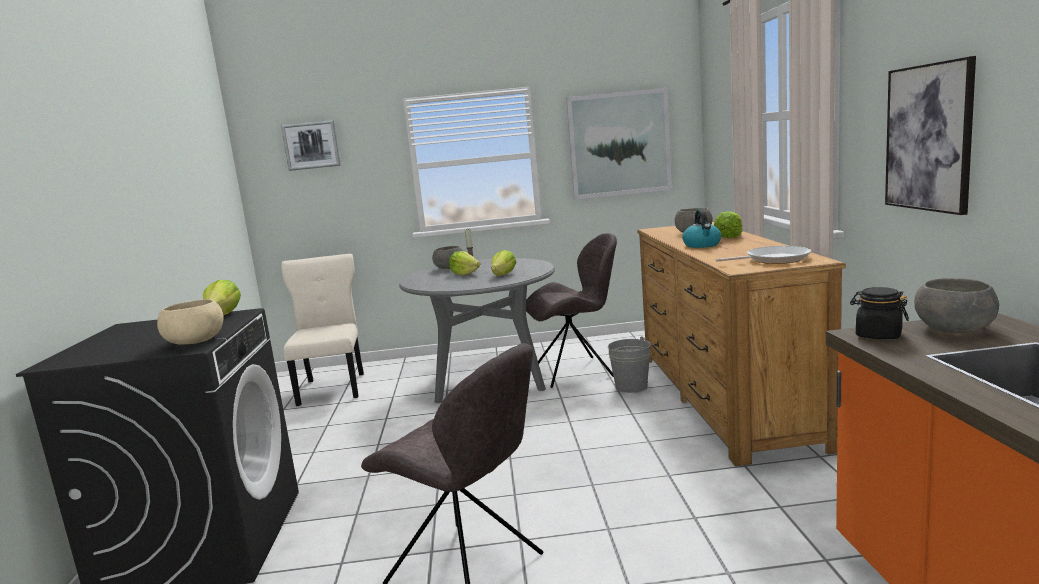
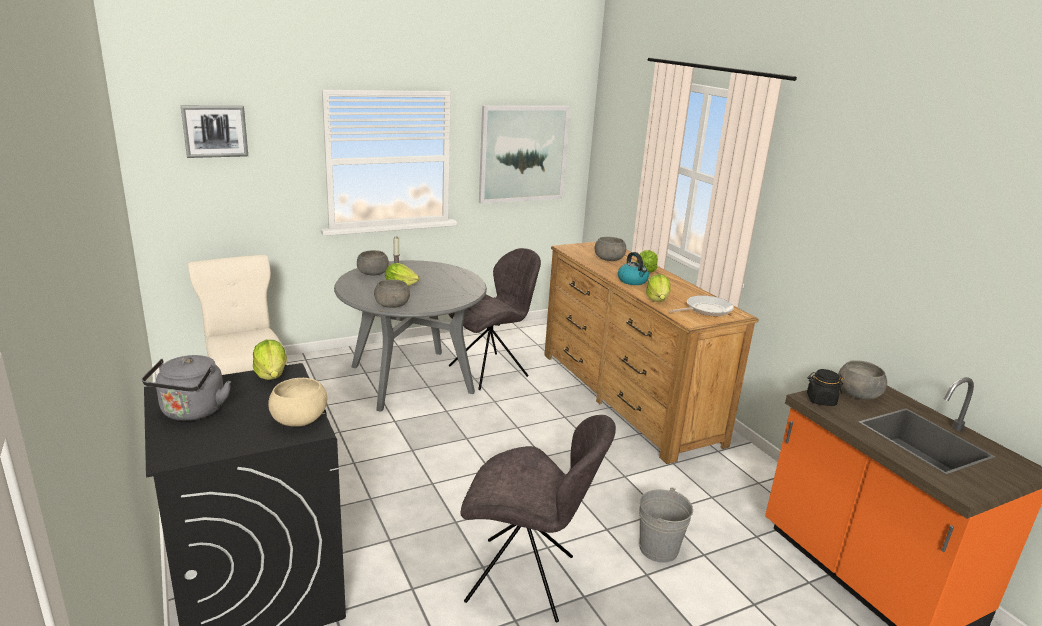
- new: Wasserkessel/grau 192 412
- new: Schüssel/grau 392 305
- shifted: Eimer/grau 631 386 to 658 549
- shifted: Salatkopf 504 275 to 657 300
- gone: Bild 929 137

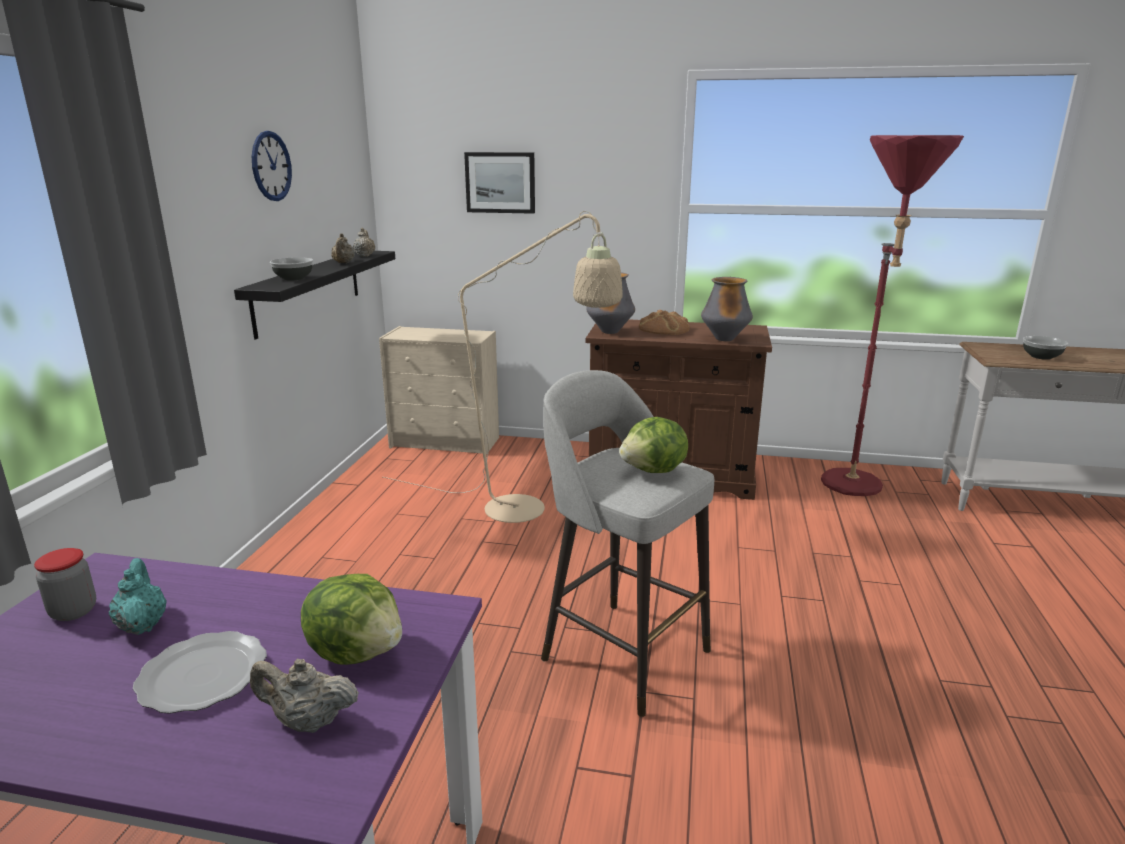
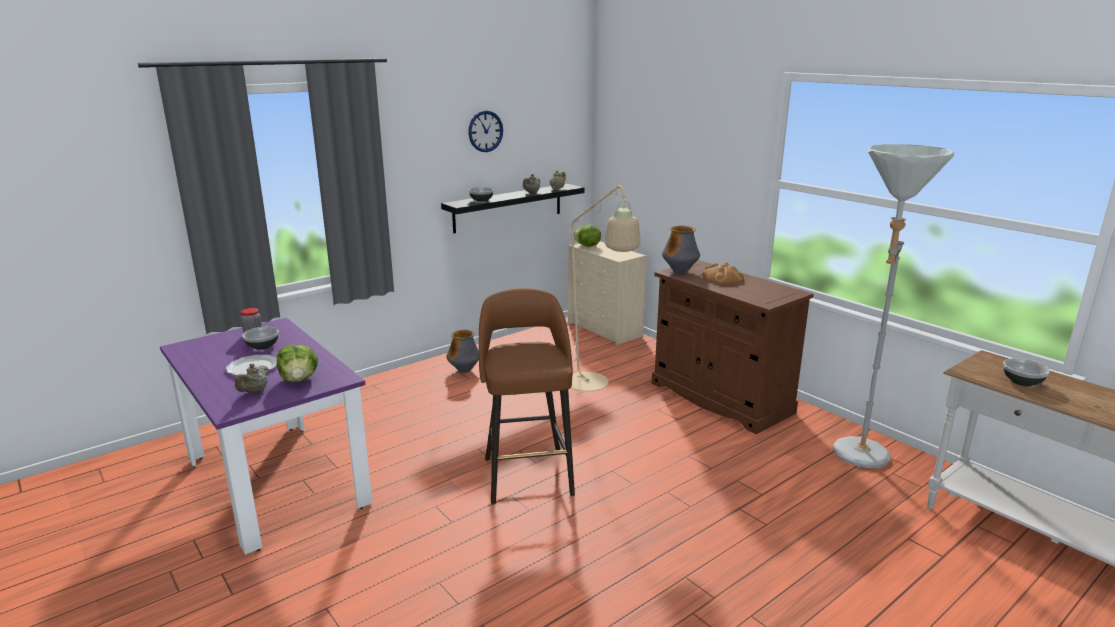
- rotated: Teekanne/beige 307 721 = 255 392 120 degrees counterclockwise
- swapped: Teekanne/türkis 142 624 to Schüssel 262 346
- shifted: Vase 724 339 to 464 370
- repainted: Hocker/grau 621 652 to Hocker/braun 527 474
- shifted: Salatkopf 654 471 to 587 246
- repainted: Stehlampe/rot 856 490 to Stehlampe/grau 857 459
- gone: Bild 500 182

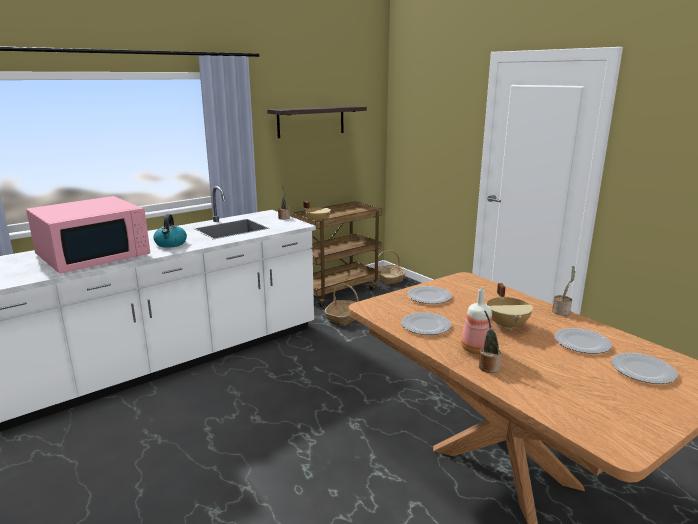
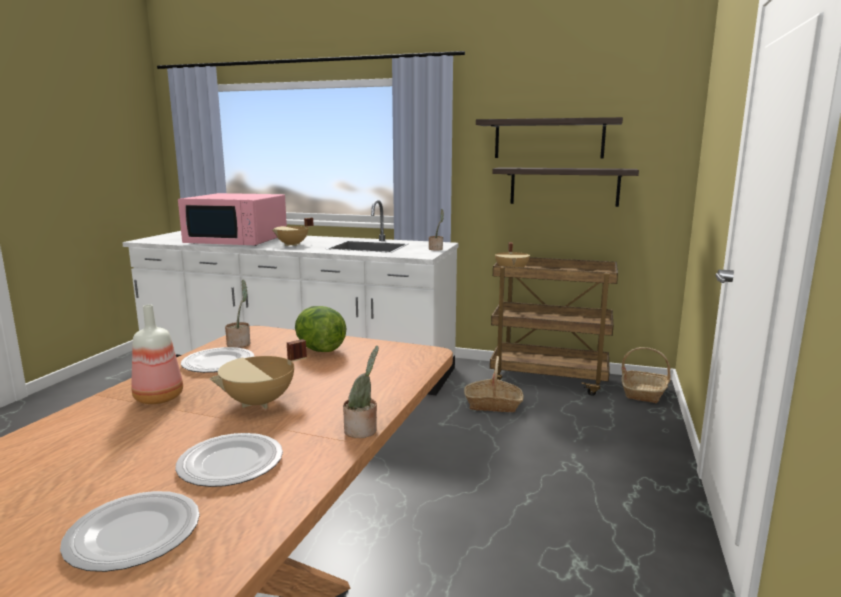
- shifted: Topfpflanze 488 367 to 240 344
- swapped: Wasserkessel 171 244 to Kochtopf/beige 292 245
- swapped: Teller 429 297 to Salatkopf 319 349
- new: Wandregal 564 186

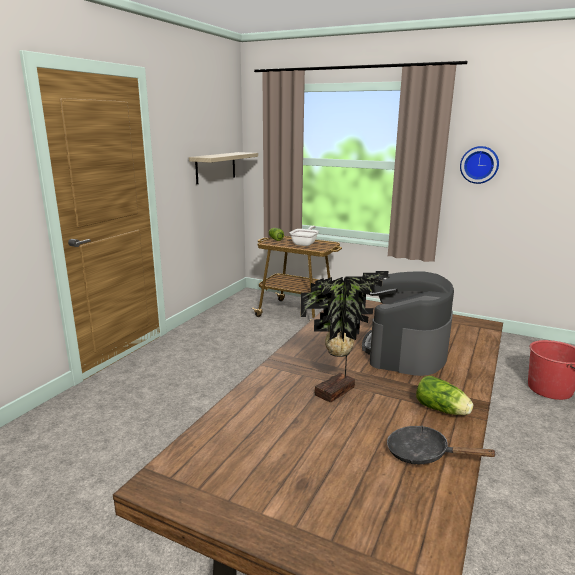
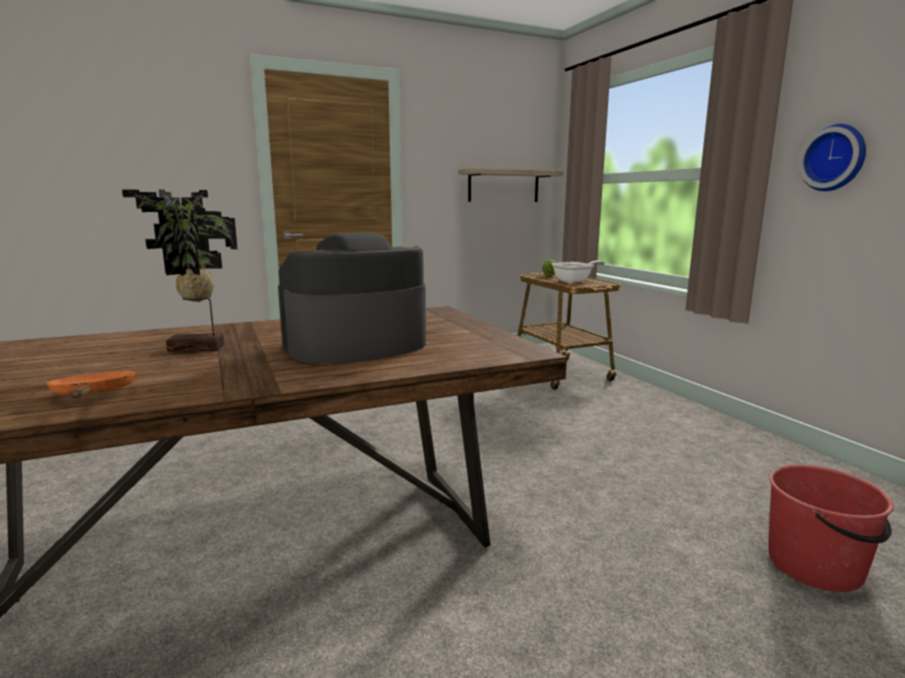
- repainted: Pfanne/schwarz 423 454 to Pfanne/orange 94 395
- gone: Salatkopf 443 410

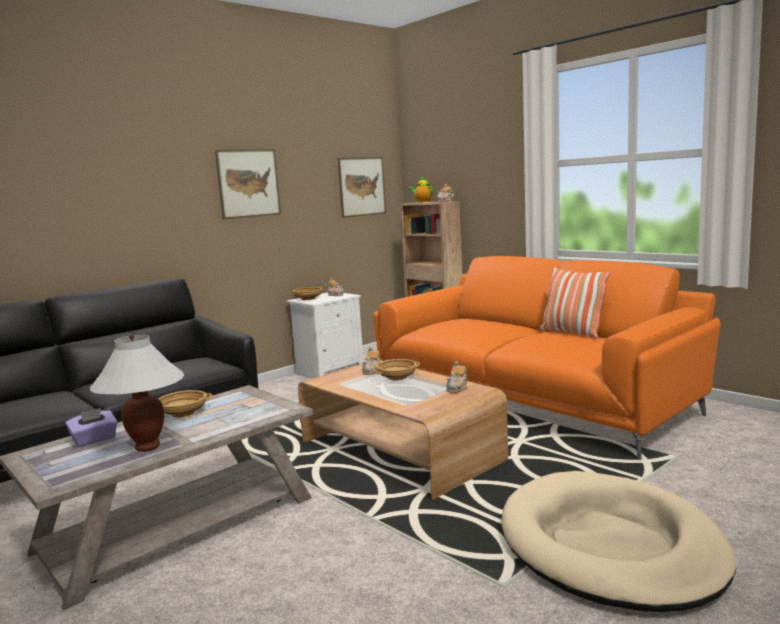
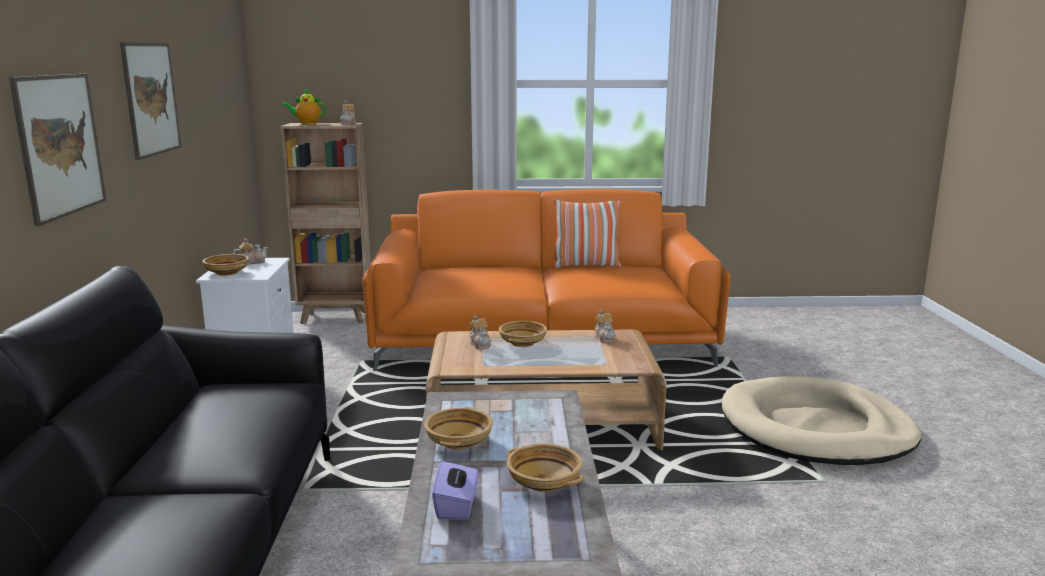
- shifted: Bild 362 186 to 60 145
- swapped: Tischlampe/weiß 148 447 to Schüssel/beige 545 483

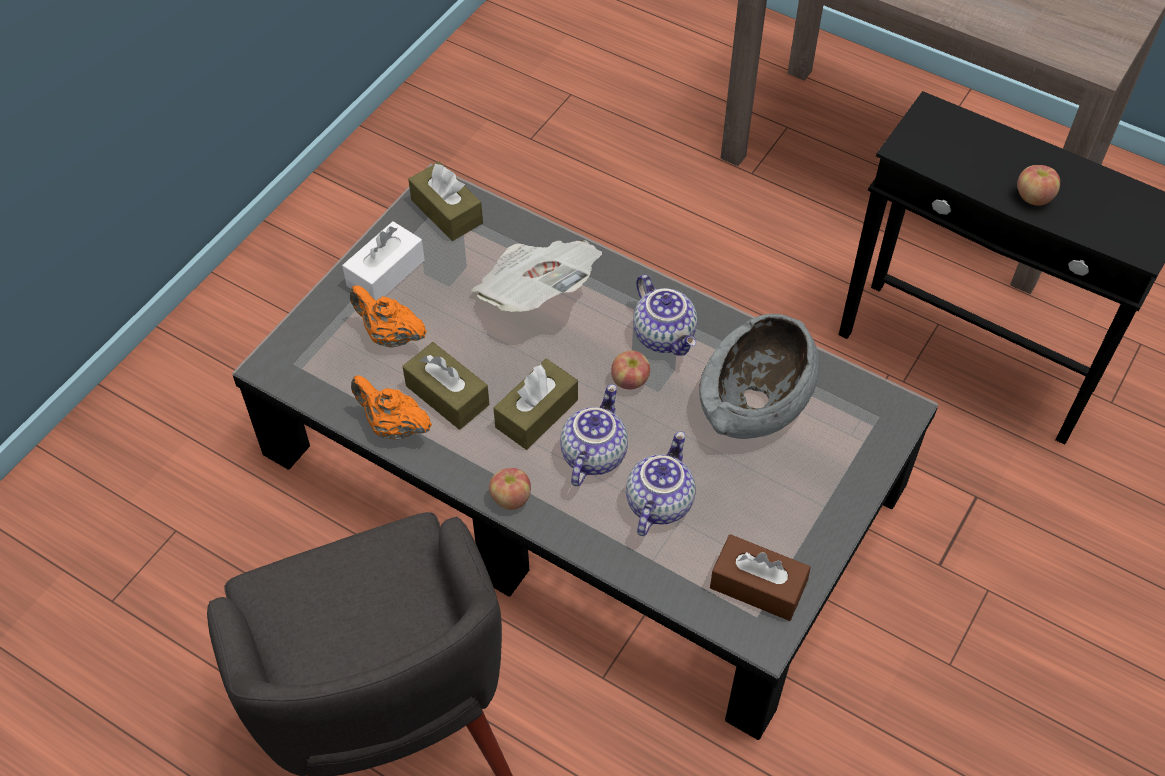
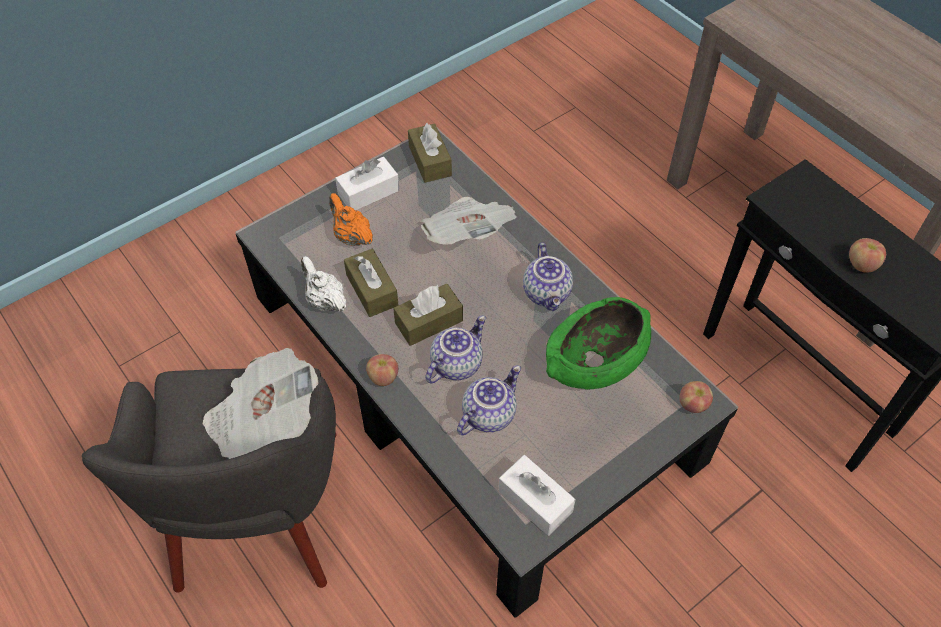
- new: Zeitung 264 423
- repainted: Teekanne/orange 393 426 to Teekanne/weiß 325 301
- repainted: Taschentuchbox/braun 757 586 to Taschentuchbox/weiß 535 501
- repainted: Schüssel/grau 757 399 to Schüssel/grün 596 360
- shifted: Apfel 630 380 to 693 404

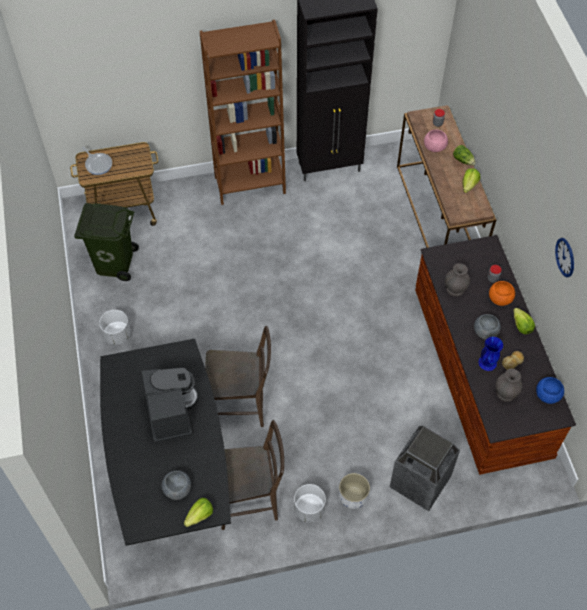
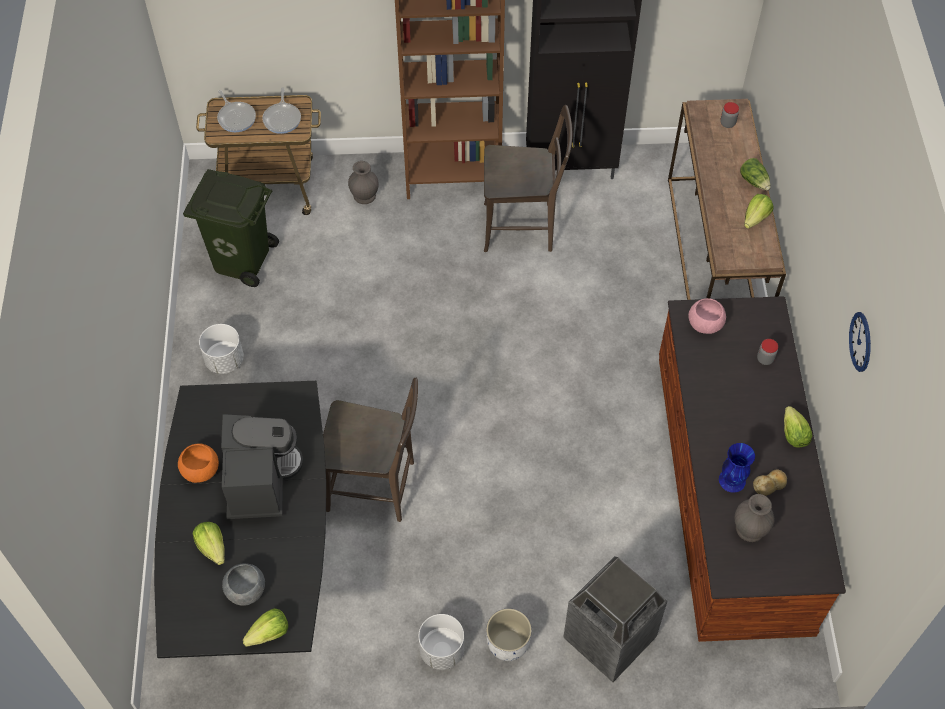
- shifted: Schüssel/orange 500 298 to 200 470
- new: Salatkopf 212 547
- new: Pfanne 282 118
- shifted: Vase/grau 455 289 to 365 196
- shifted: Stuhl/braun 250 500 to 523 227
- shifted: Schüssel/rosa 434 147 to 705 324
- gone: Schüssel/grau 485 332
- gone: Schüssel/blau 548 395

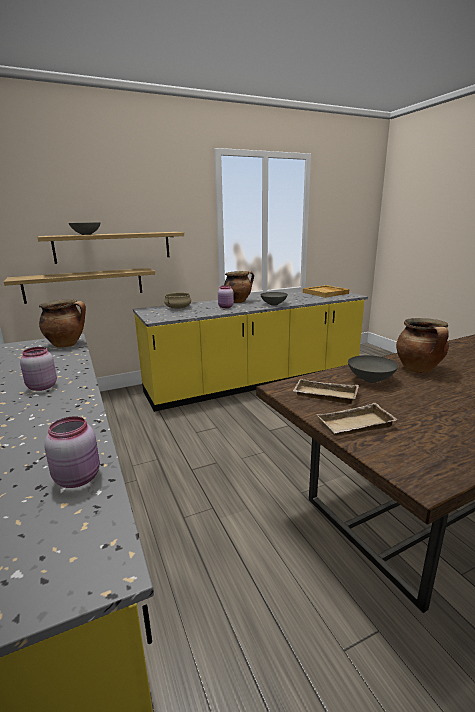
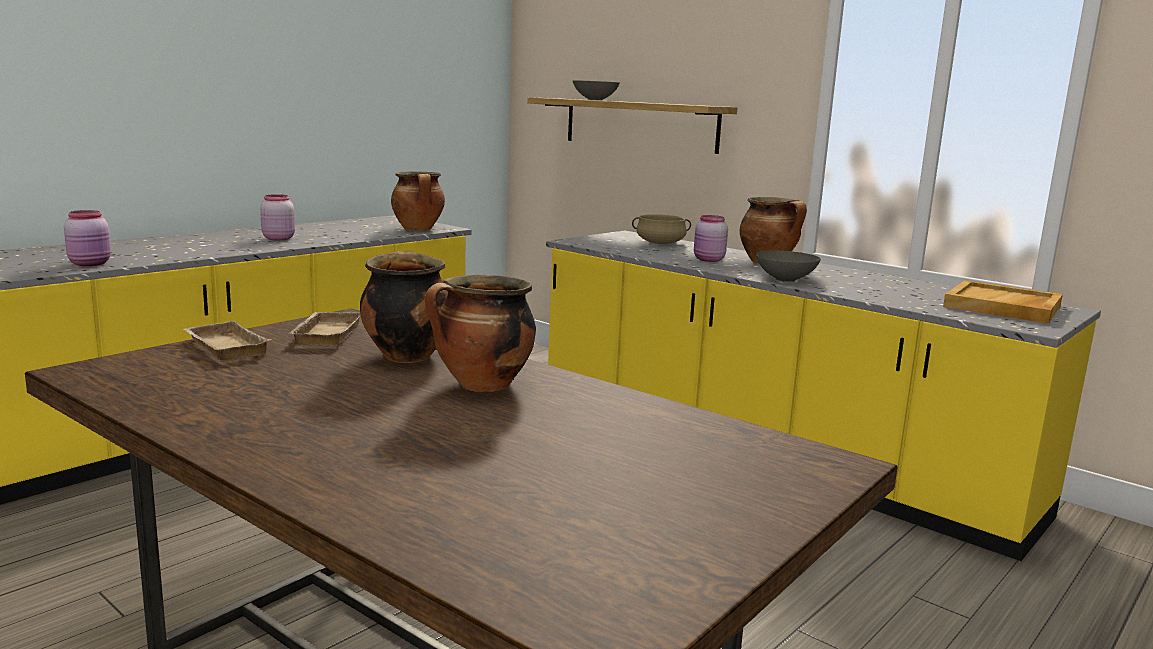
- swapped: Schüssel/grau 370 380 to Kochtopf 406 355
- gone: Wandregal 84 285

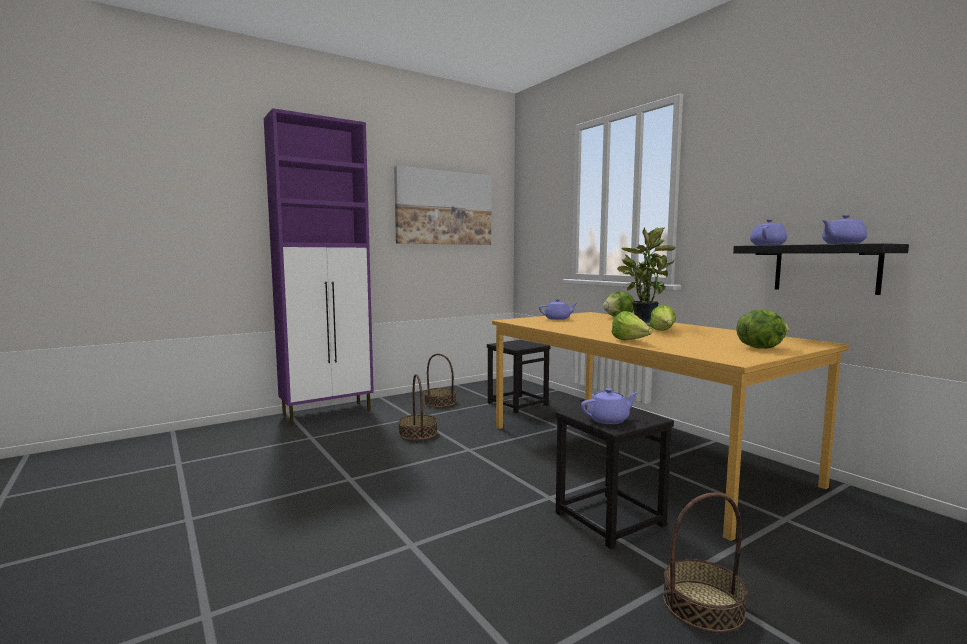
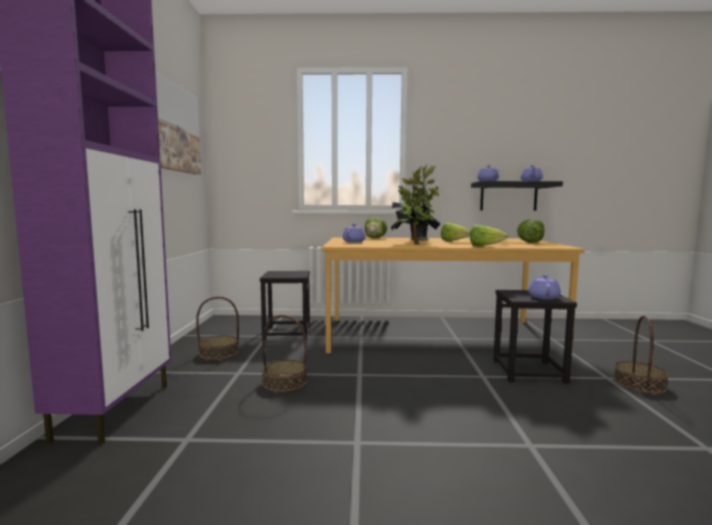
- new: Topfpflanze 413 243

